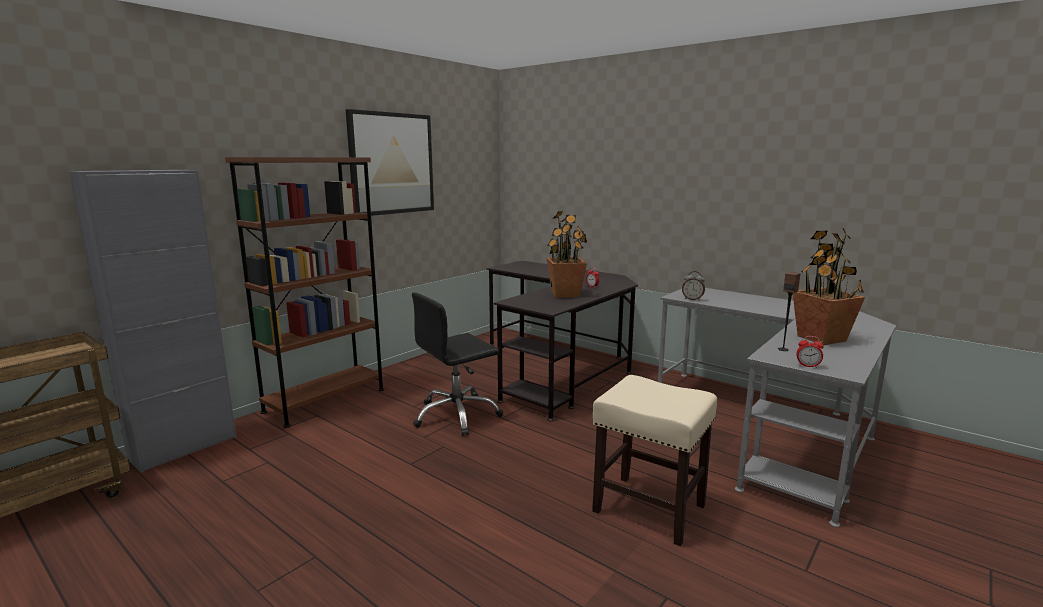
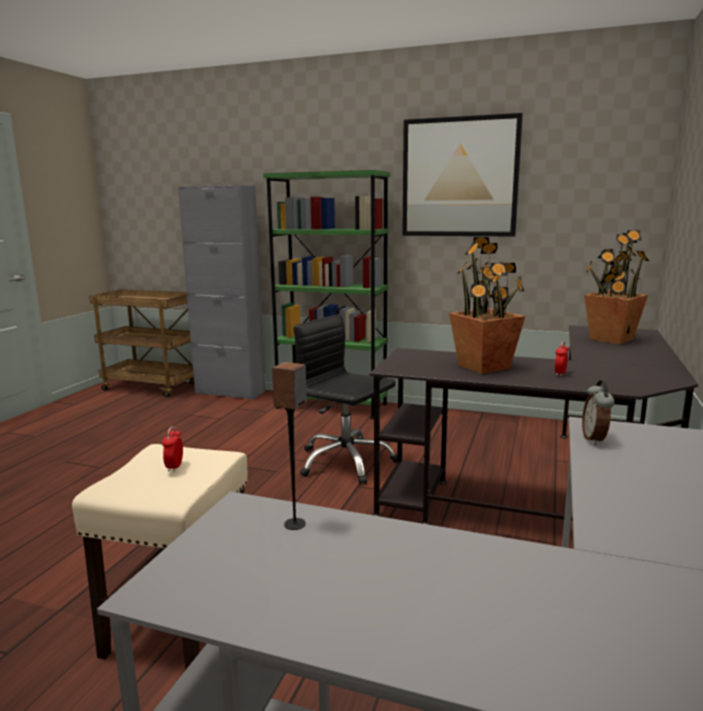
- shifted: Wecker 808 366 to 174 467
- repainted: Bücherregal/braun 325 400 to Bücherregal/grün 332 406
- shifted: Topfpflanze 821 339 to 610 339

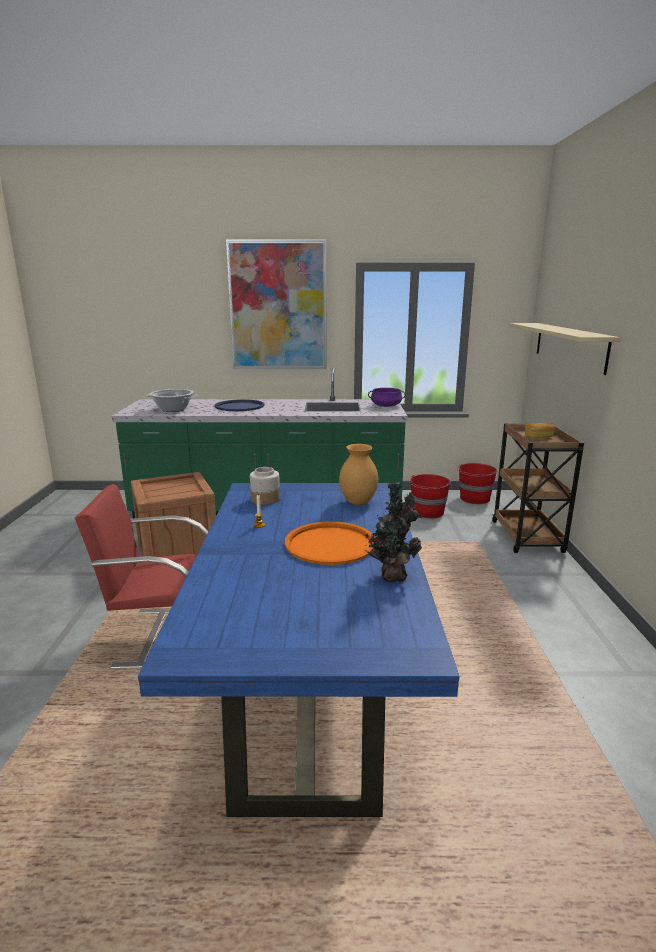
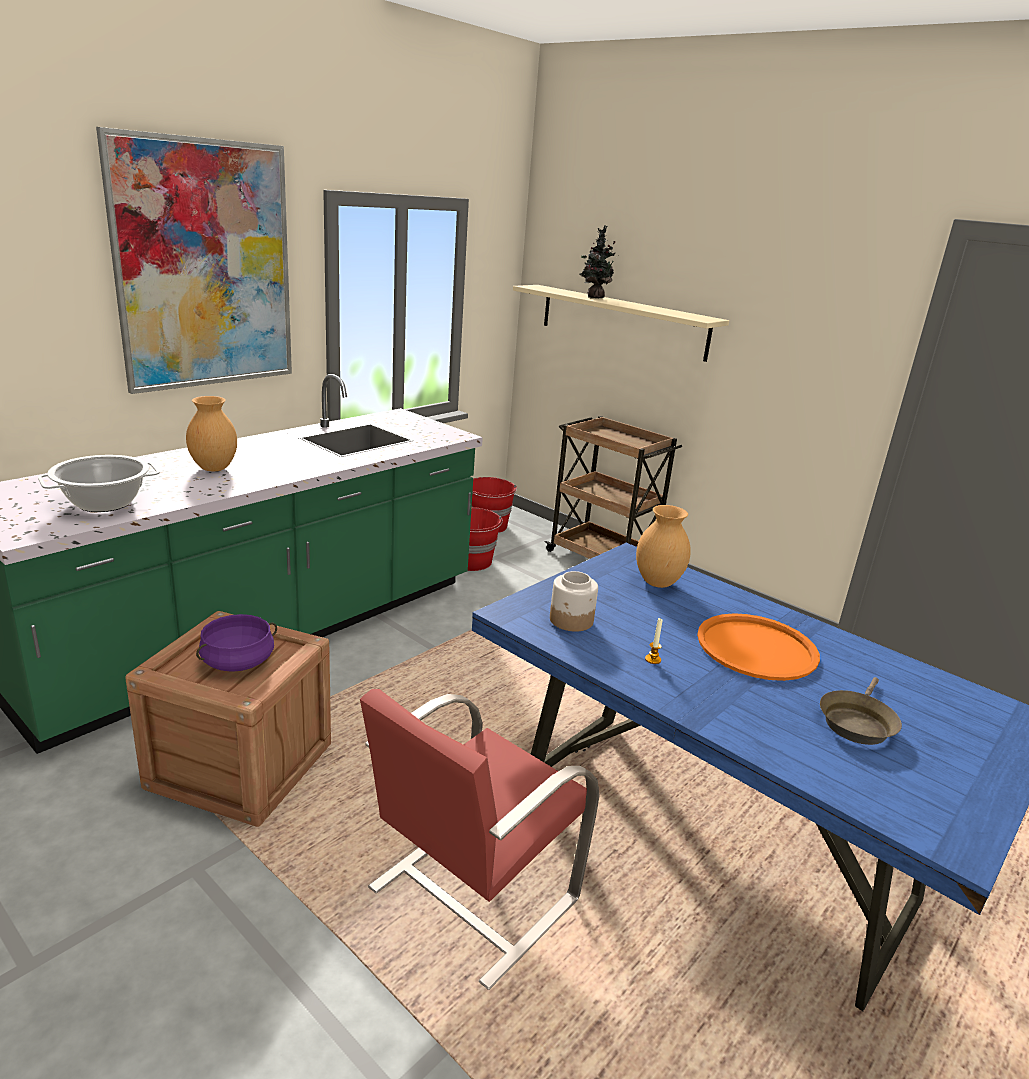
- swapped: Tablett/blau 239 406 to Vase/braun 214 468
- shifted: Kochtopf/lila 386 406 to 238 662
- shifted: Topfpflanze 392 576 to 593 297
- new: Pfanne/braun 856 722
- gone: Brot 538 436

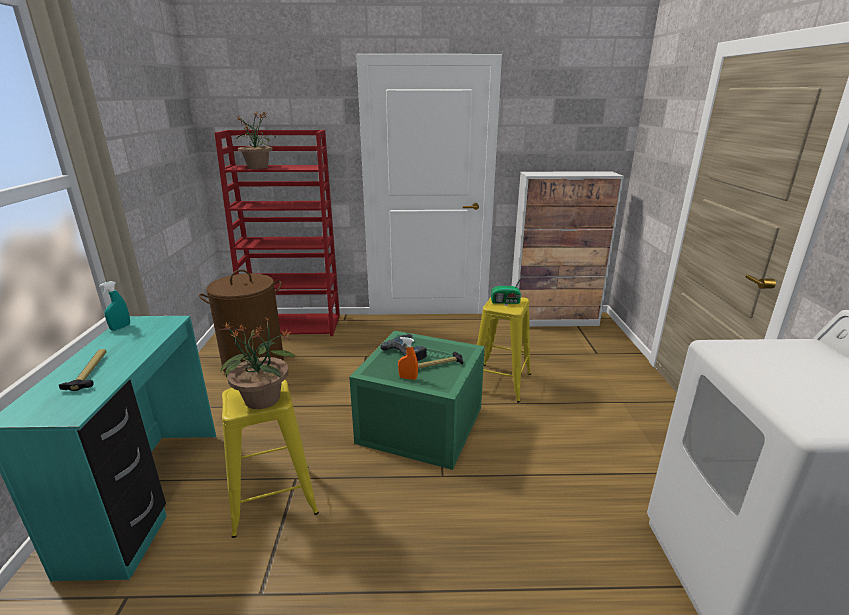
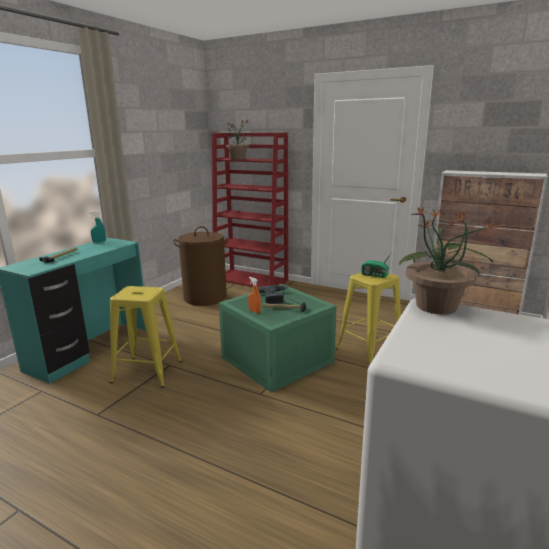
- shifted: Topfpflanze 263 400 to 437 307

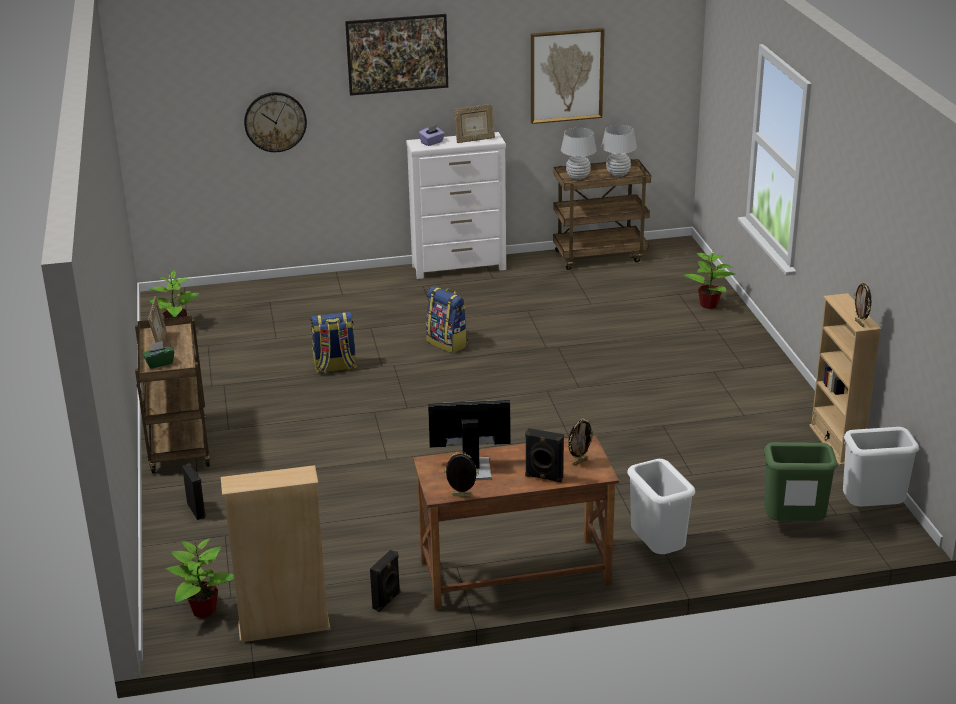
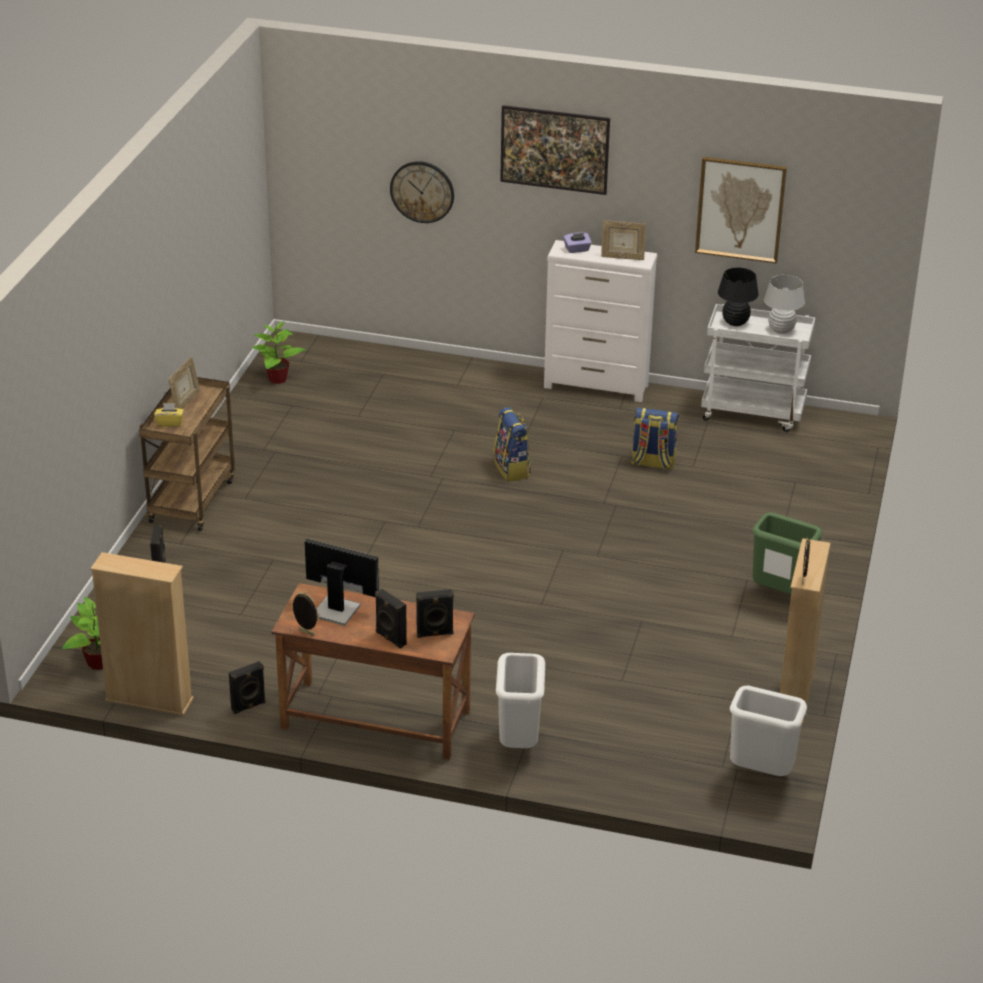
- repainted: Taschentuchbox/grün 159 363 to Taschentuchbox/gelb 170 423
- swapped: Bilderrahmen 579 462 to Lautsprecher/schwarz 435 634
- shifted: Rucksack 335 367 to 653 463
- repainted: Rollwagen/braun 600 256 to Rollwagen/weiß 753 413
- repainted: Tischlampe/weiß 578 177 to Tischlampe/schwarz 735 322
- shifted: Mülleimer/grün 792 526 to 779 595
- gone: Topfpflanze 709 305

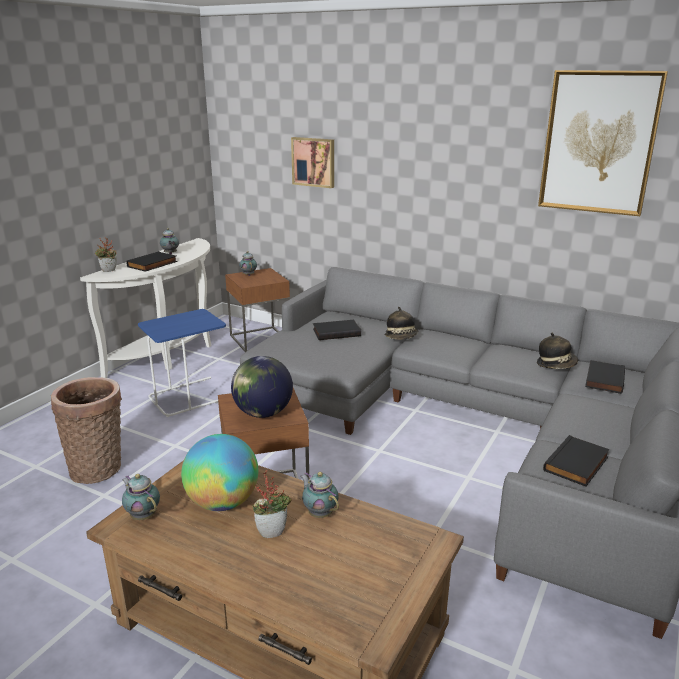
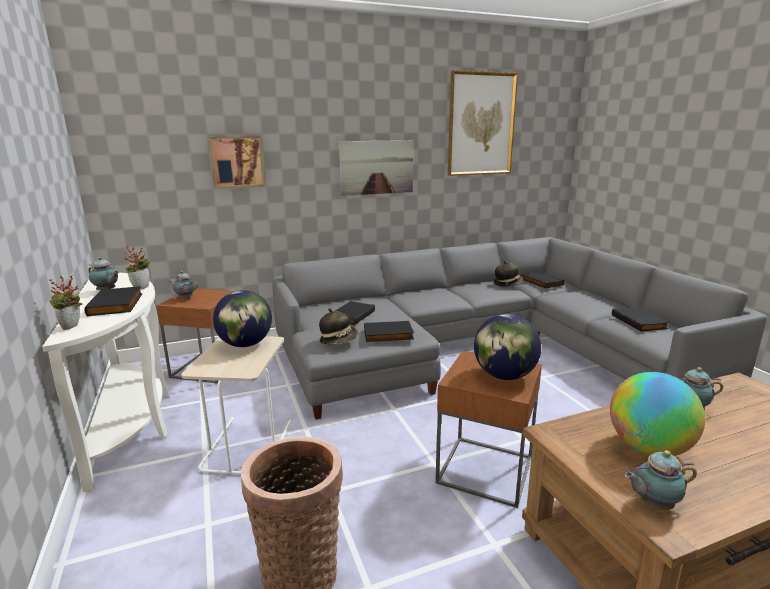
- shifted: Topfpflanze 273 531 to 141 287
- repainted: Beistelltisch/blau 190 396 to Beistelltisch/beige 246 445
- new: Globus 245 344
- shifted: Hut 401 337 to 338 340
- new: Bild 376 167
- new: Buch/schwarz 388 335

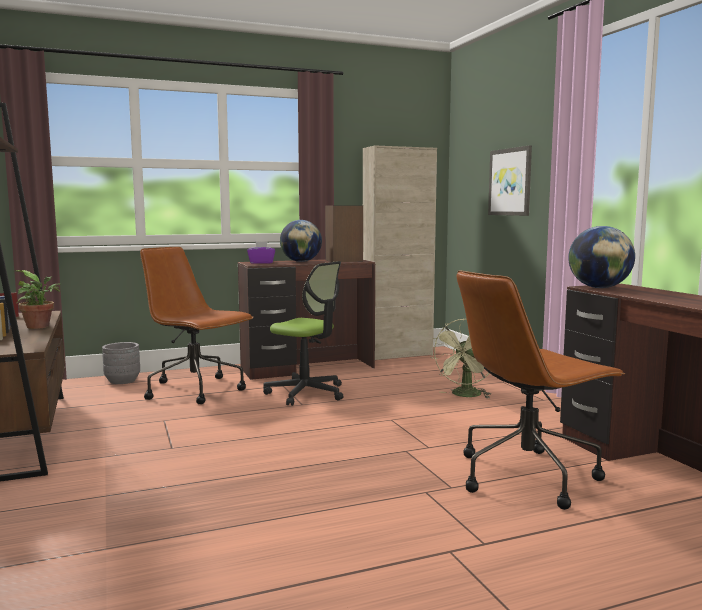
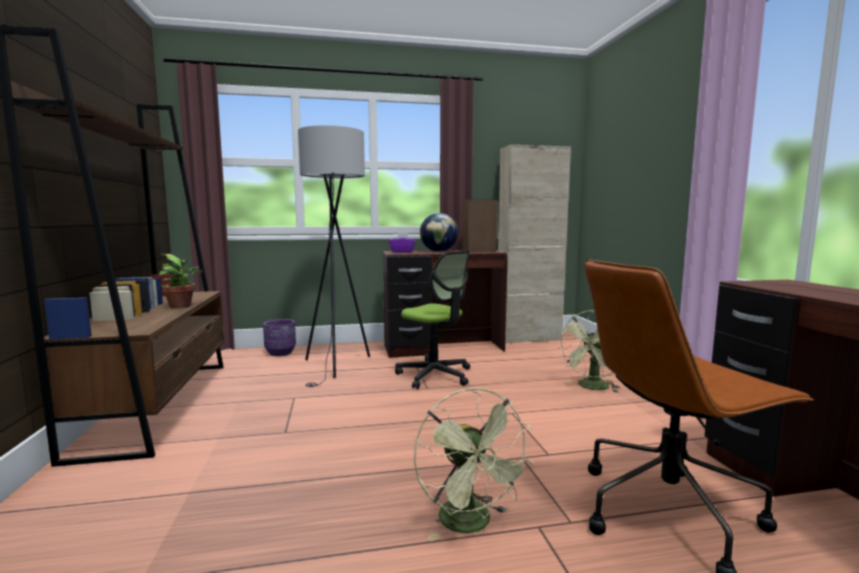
- repainted: Pflanzkübel/grau 122 381 to Pflanzkübel/lila 280 353
- swapped: Bürostuhl/braun 196 390 to Stehlampe/grau 337 366
- new: Ventilator/grün 472 524
- gone: Bild 510 182
- gone: Globus 599 288

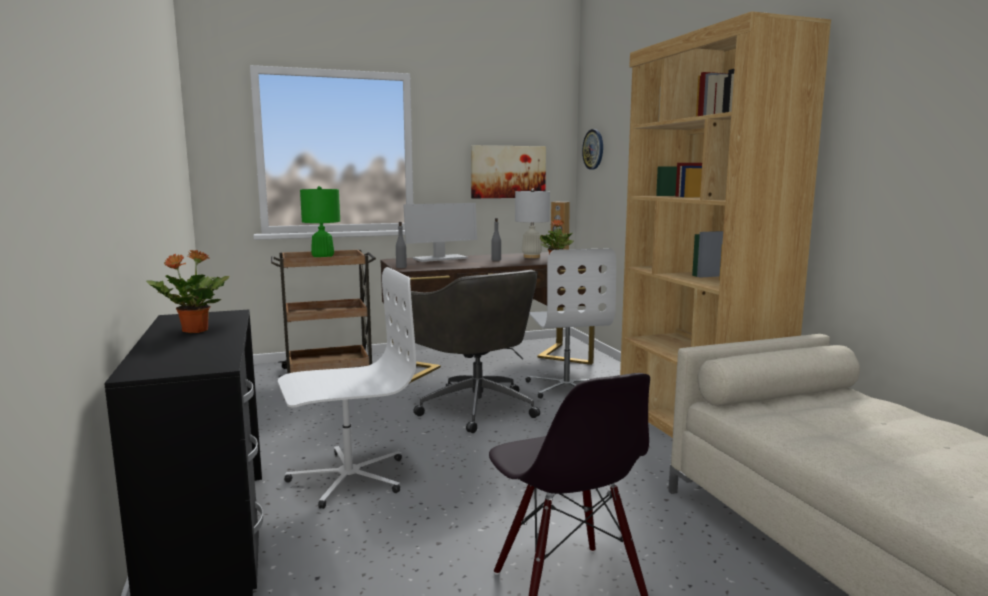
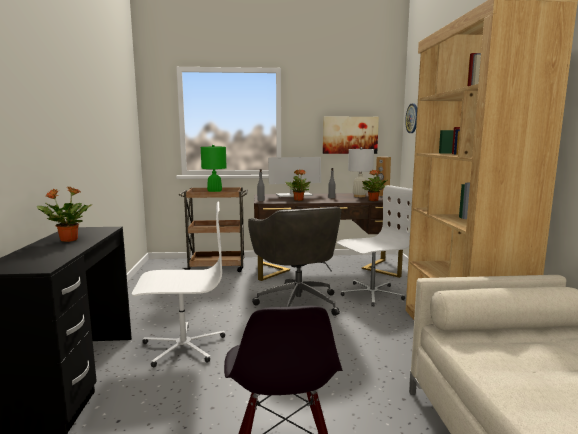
- new: Topfpflanze 298 200
- rotated: Bürostuhl/weiß 567 387 = 371 294 120 degrees counterclockwise

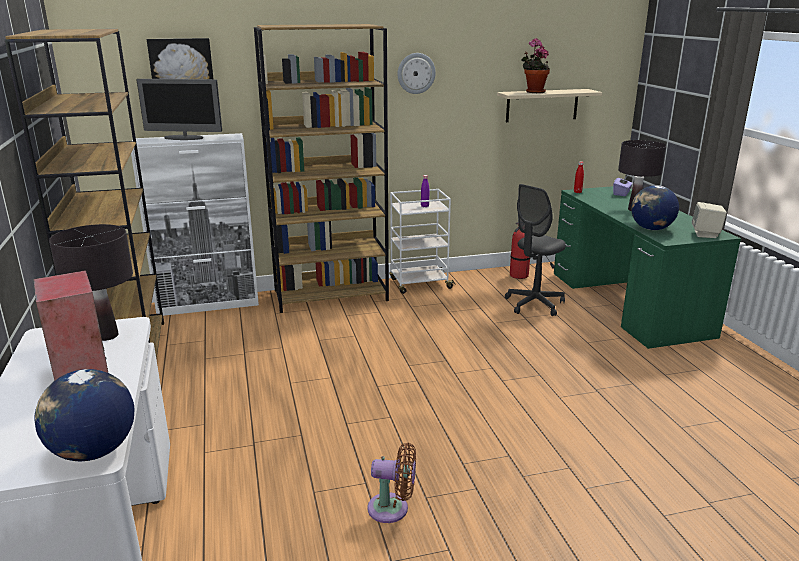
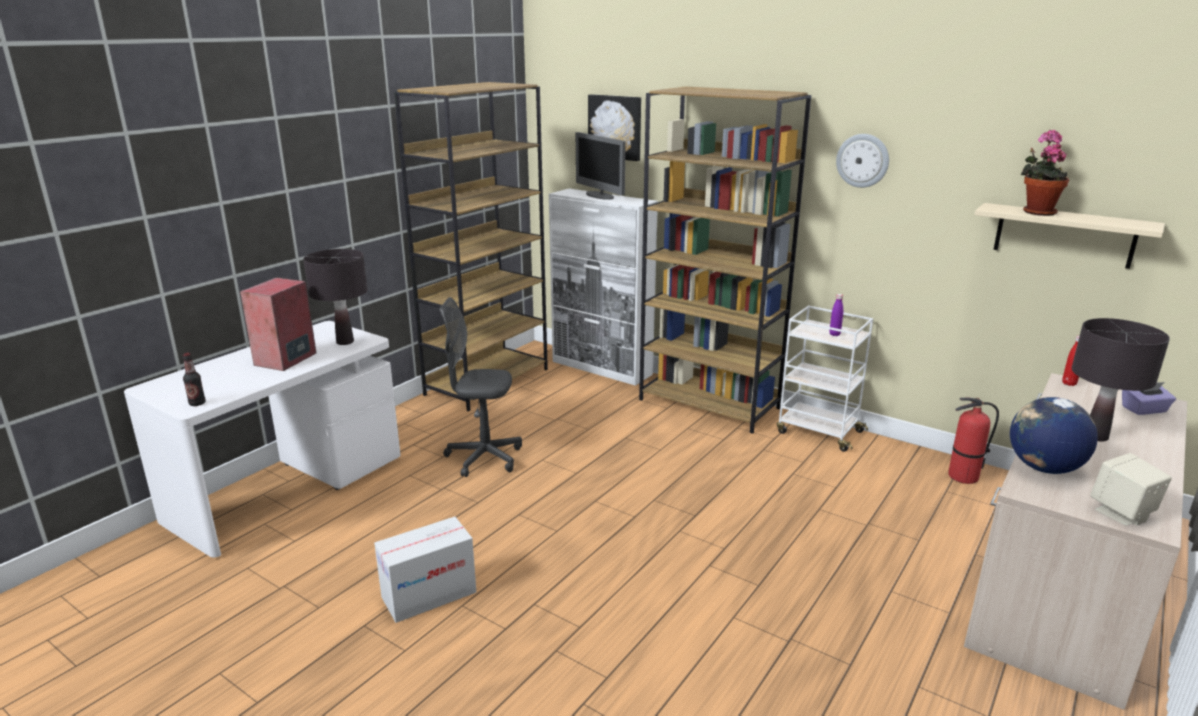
- swapped: Globus 93 451 to Flasche 197 403
- swapped: Ventilator/braun 392 509 to Karton 429 594
- shifted: Bürostuhl/grau 534 304 to 484 458
- repainted: Schreibtisch/grün 627 303 to Schreibtisch/beige 1061 583

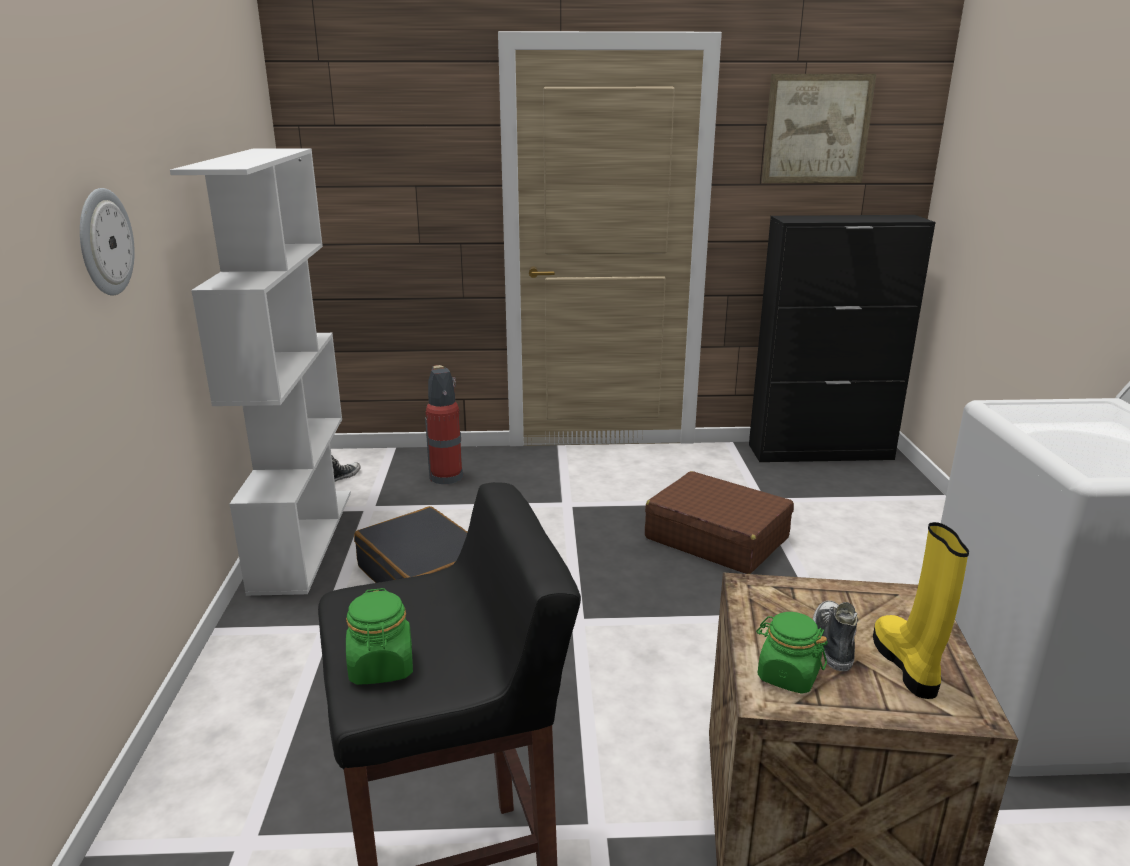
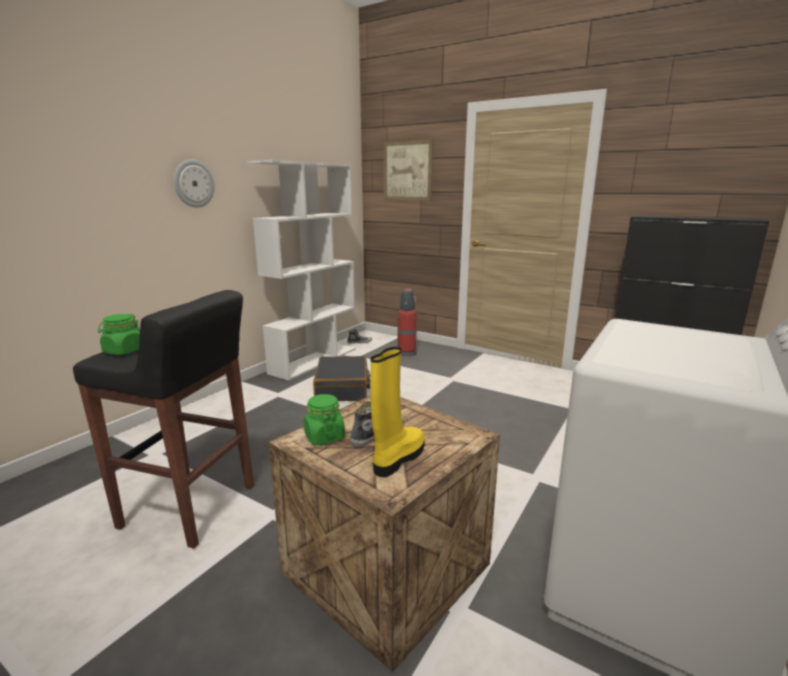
- shifted: Bild 817 129 to 407 171
- gone: Koffer/braun 716 538

